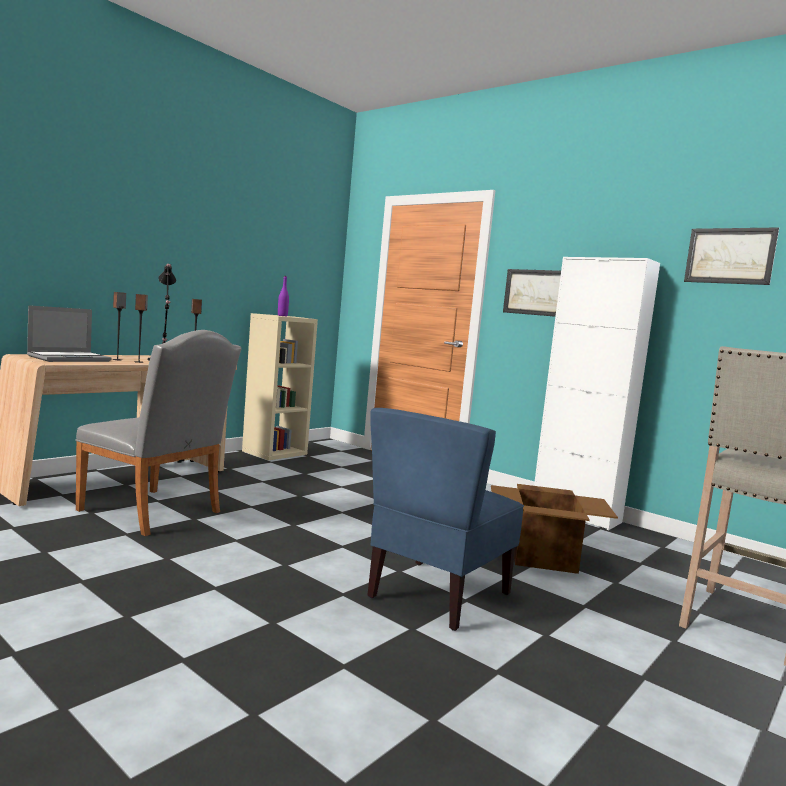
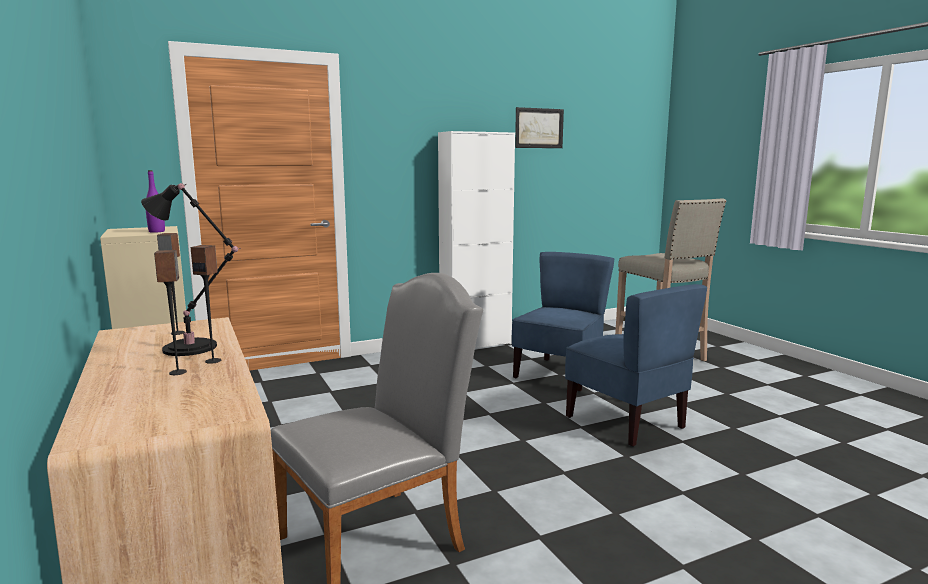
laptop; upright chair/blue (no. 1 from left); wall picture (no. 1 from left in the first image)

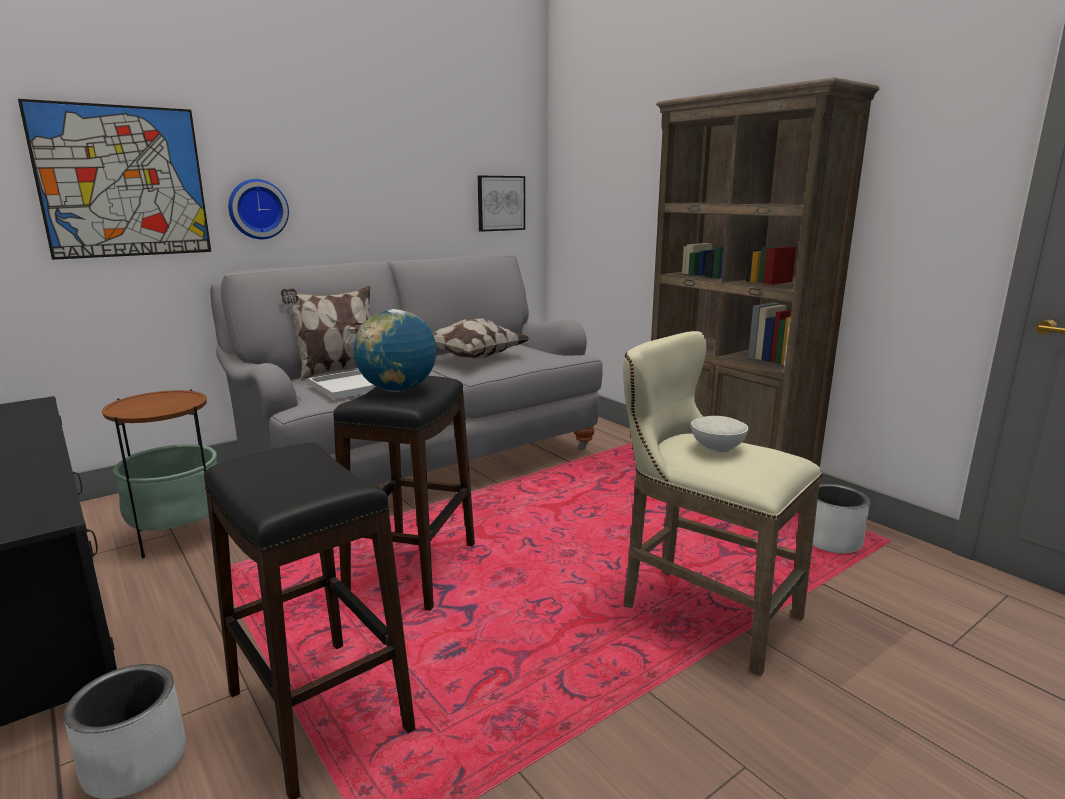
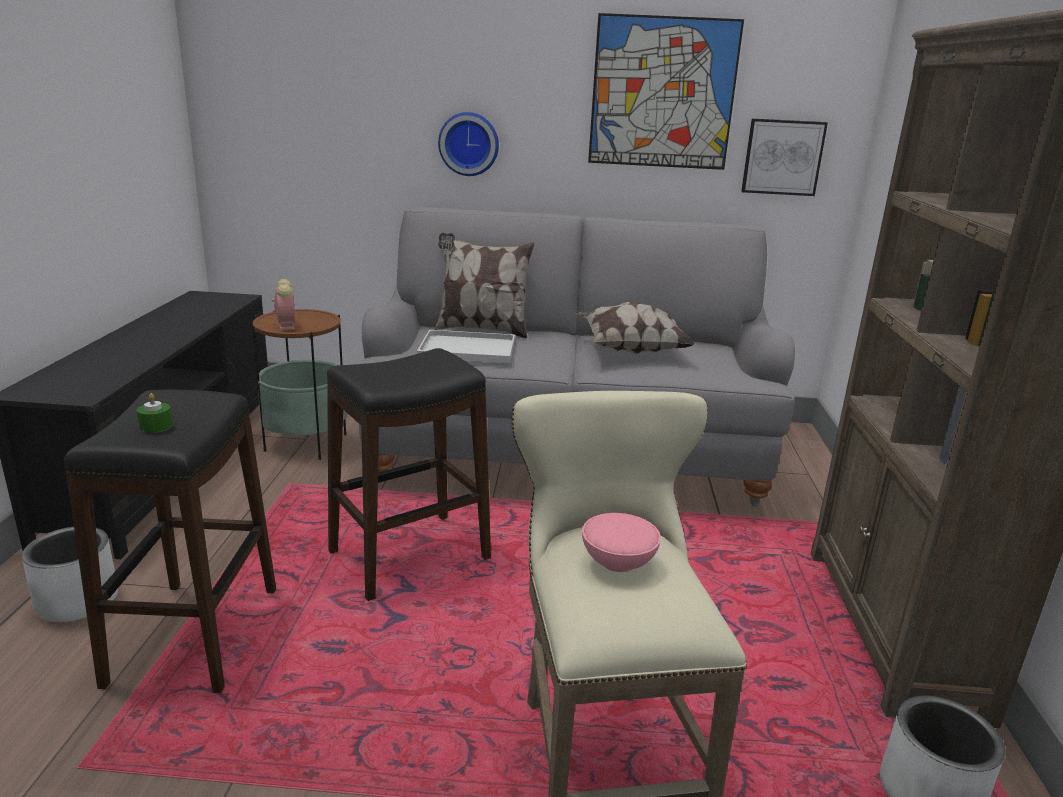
wall picture (no. 1 from left); desk globe; bowl/pink; wax light/greenish; bedside clock

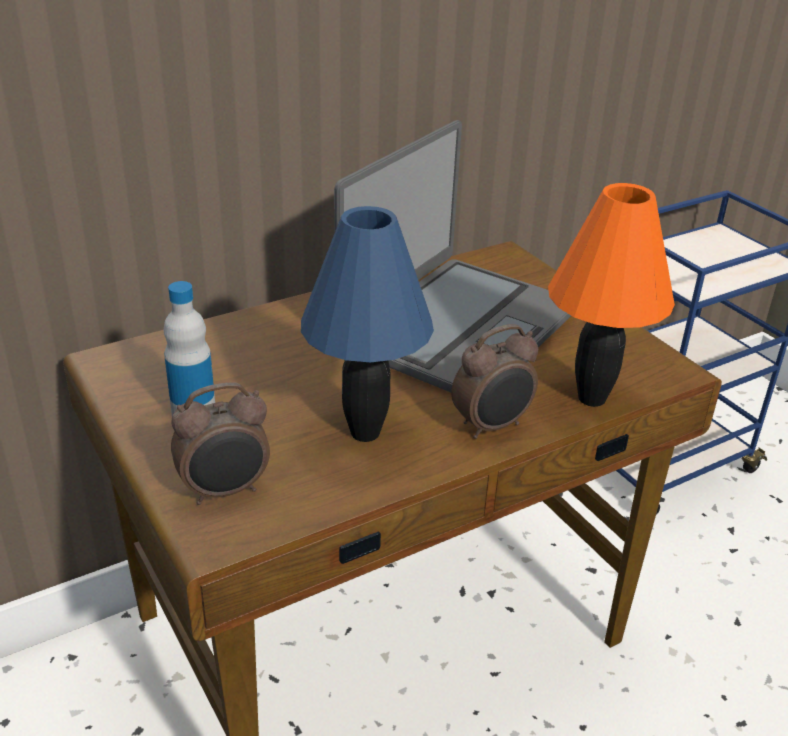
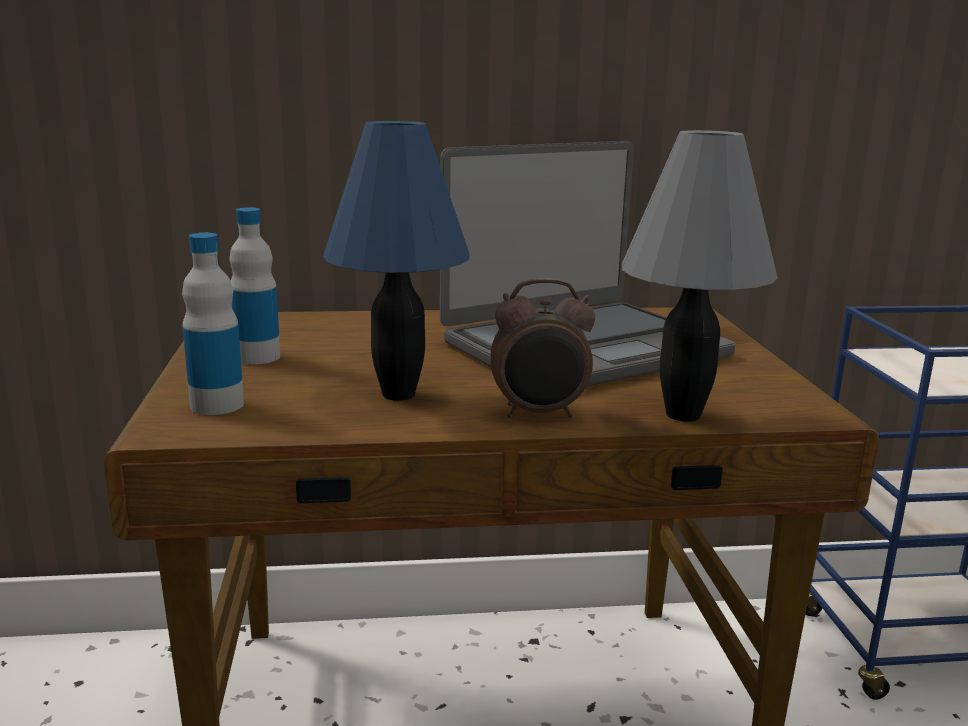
beverage bottle (no. 1 from left); lamp for a table/grey

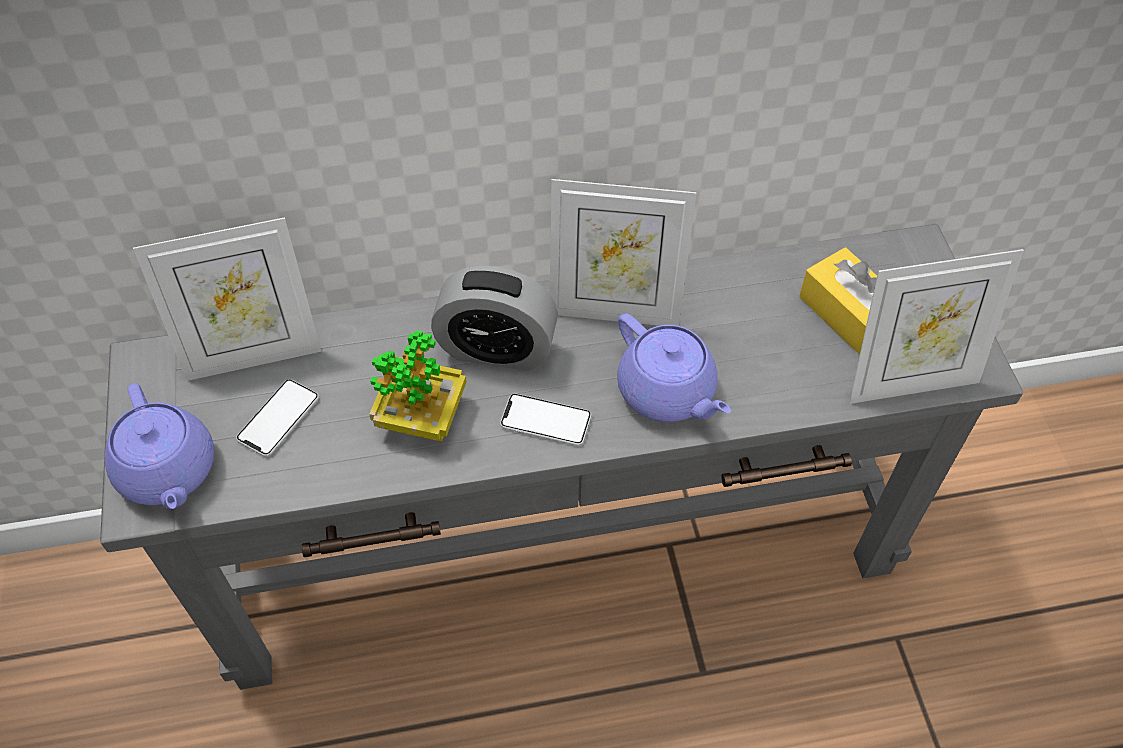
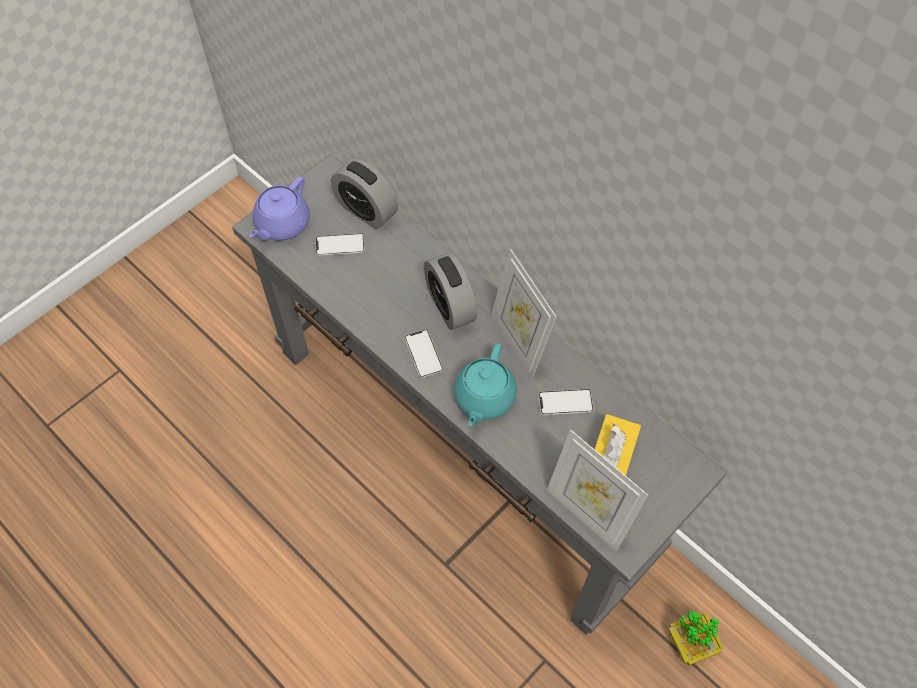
bedside clock (no. 1 from left); potted plant; teapot/blue-green; phone (no. 3 from left)

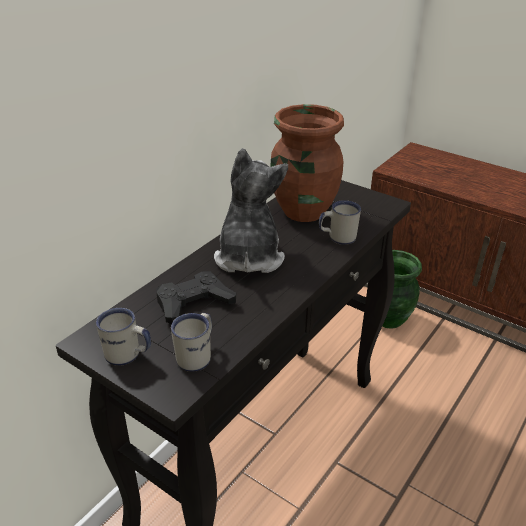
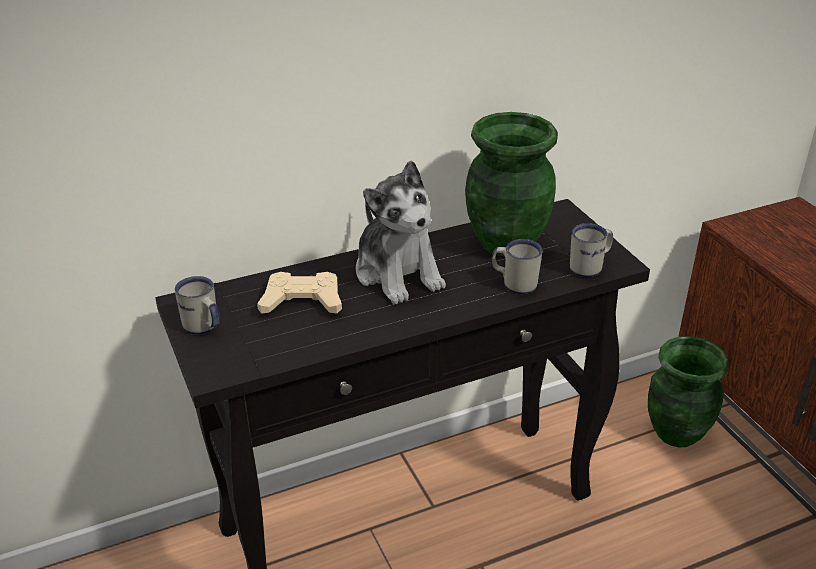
game controller/sand-coloured; tea mug/white-coloured (no. 3 from left); plush toy; flower vase/greenish (no. 1 from left)

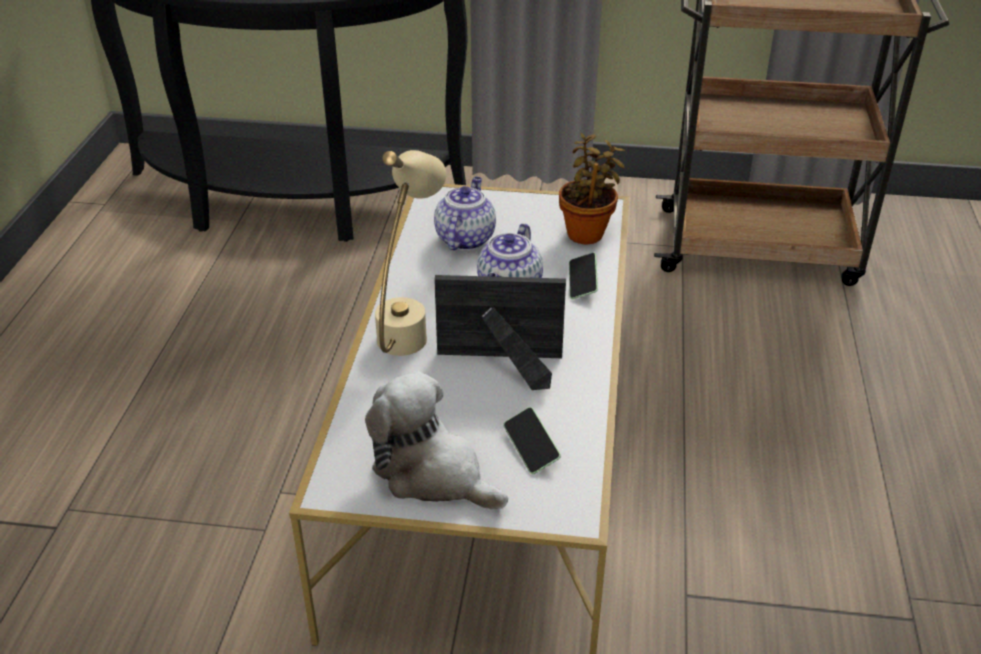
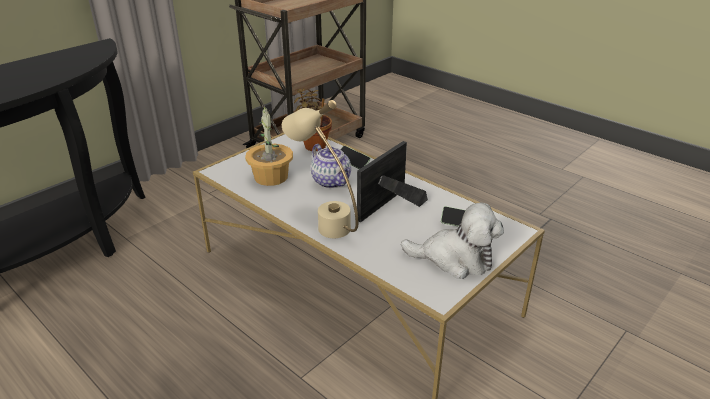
plush toy; potted plant (no. 1 from left)

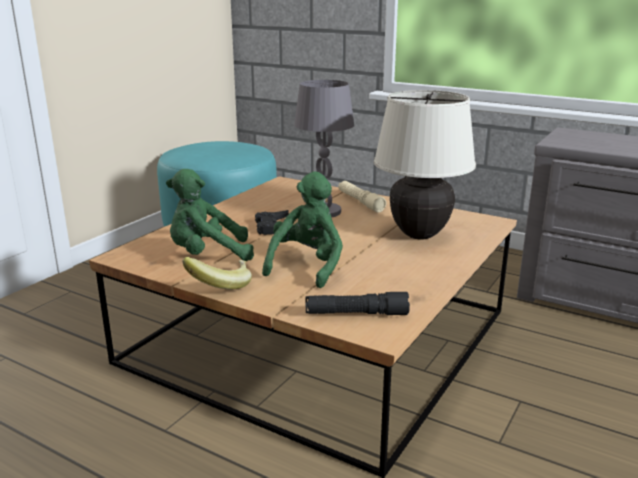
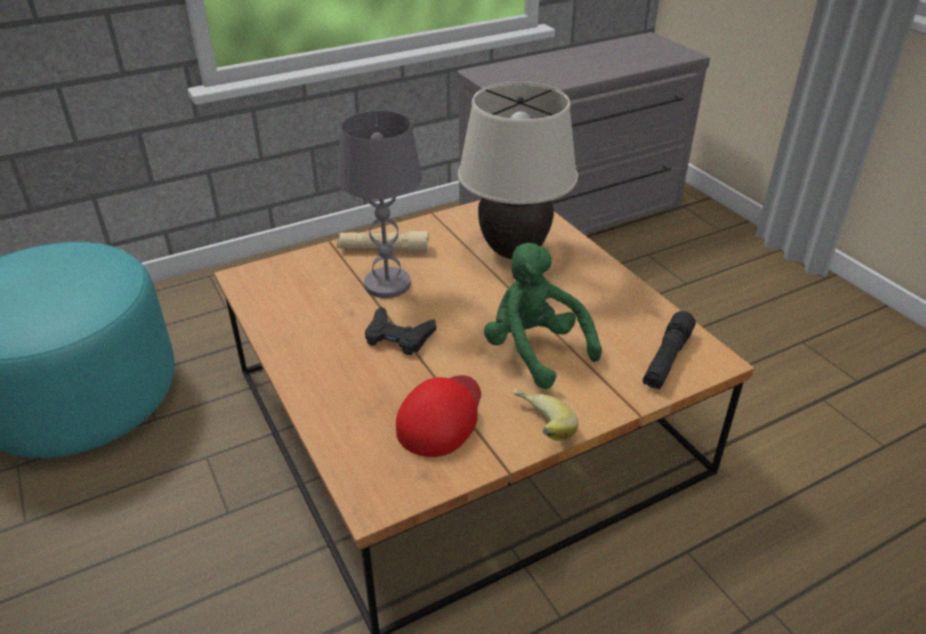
baseball cap/red

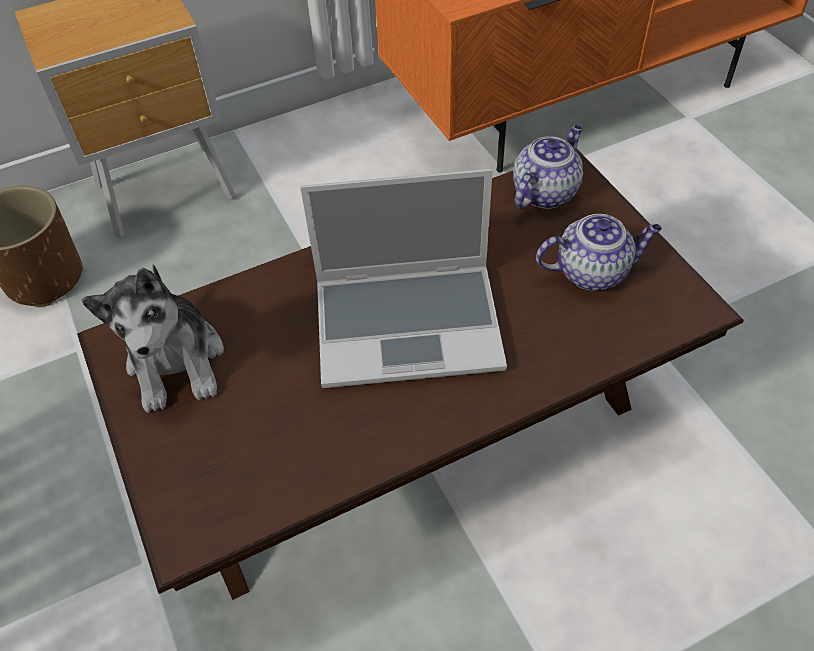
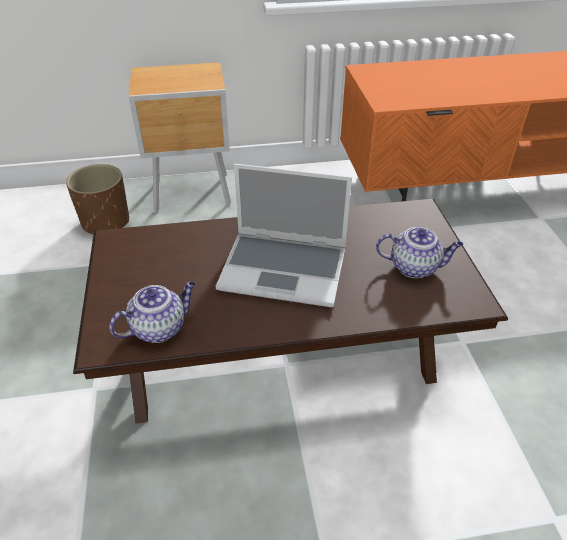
plush toy; teapot (no. 1 from left)

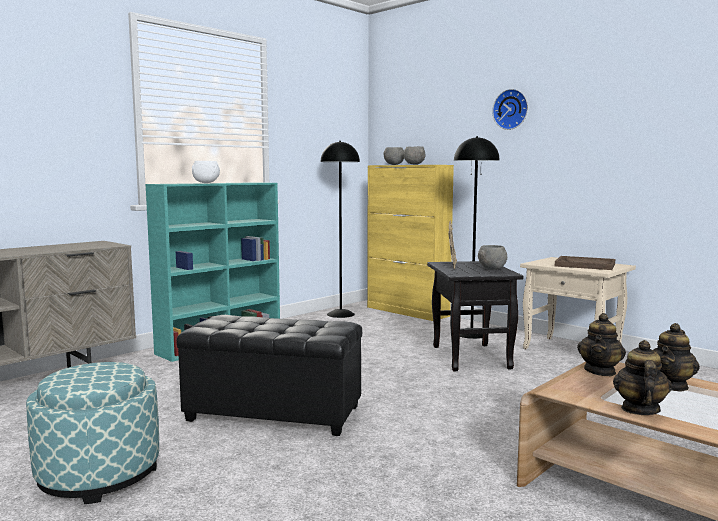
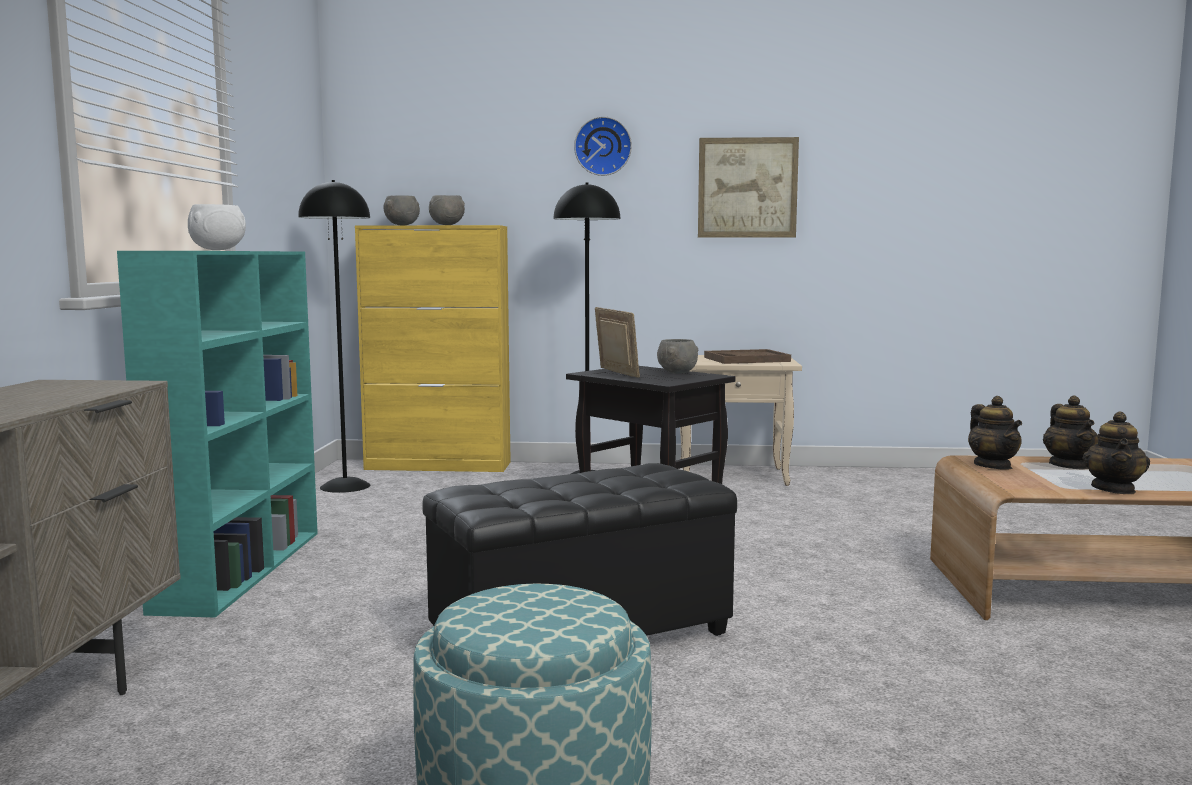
teapot (no. 3 from left); wall picture

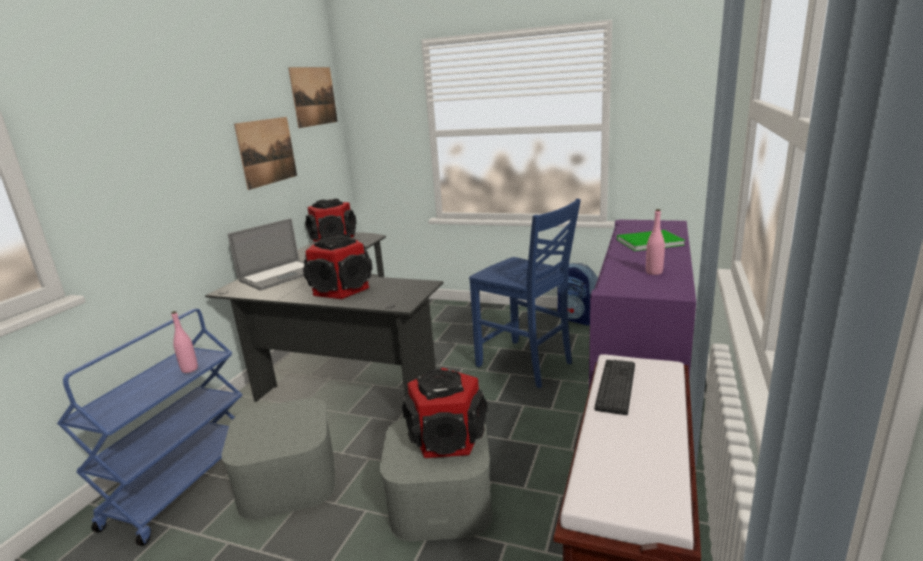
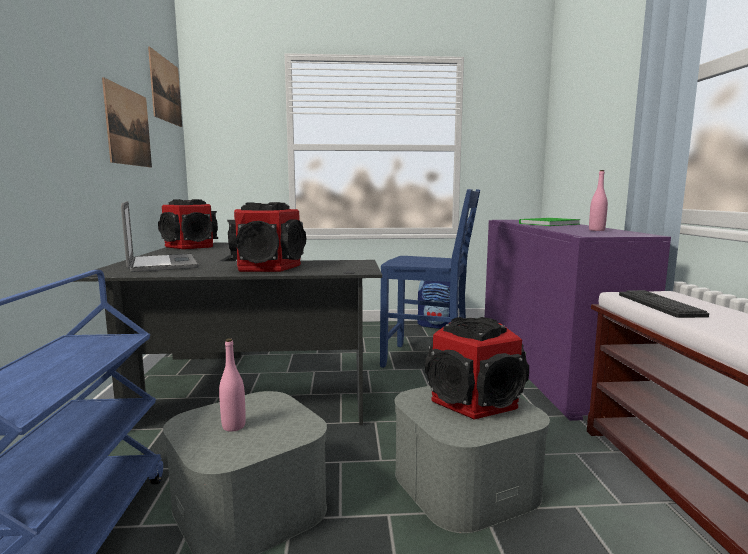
beverage bottle/pink (no. 1 from left); laptop

